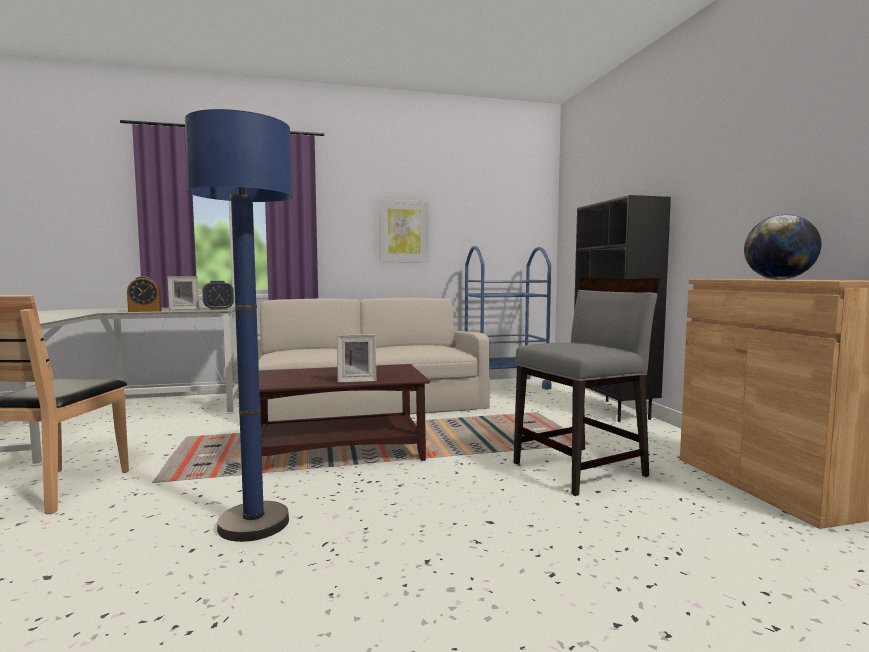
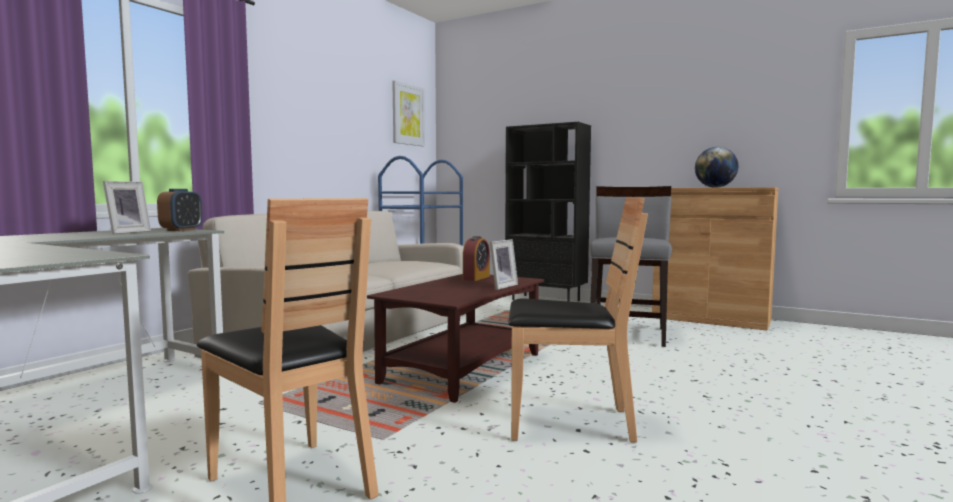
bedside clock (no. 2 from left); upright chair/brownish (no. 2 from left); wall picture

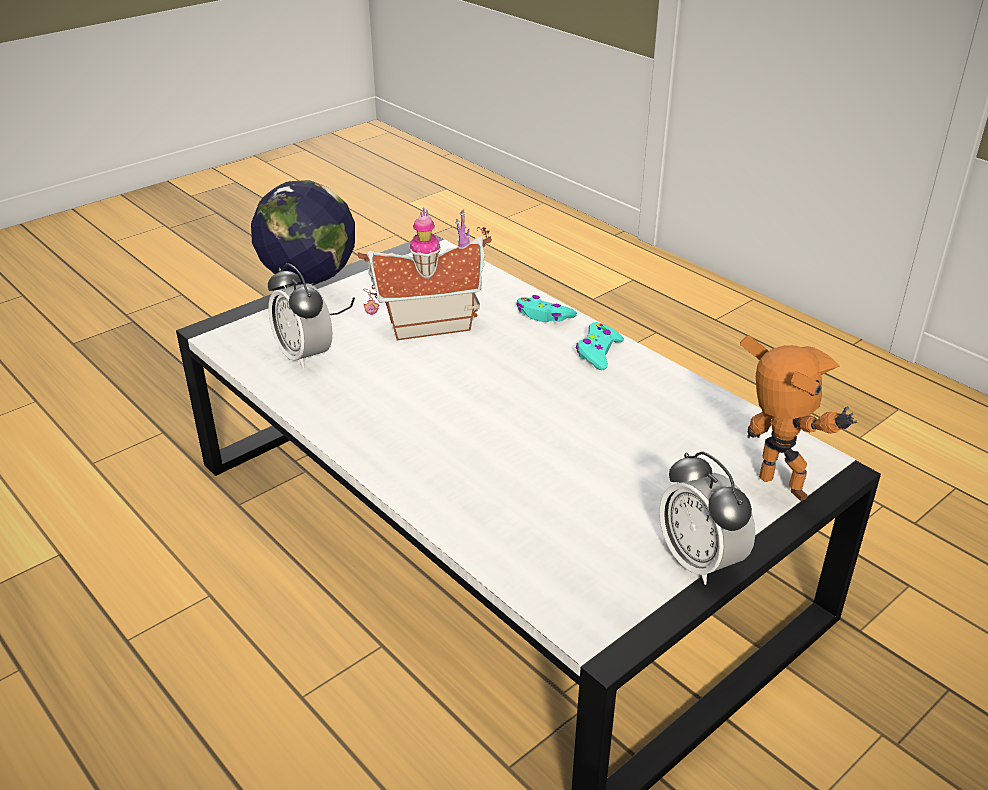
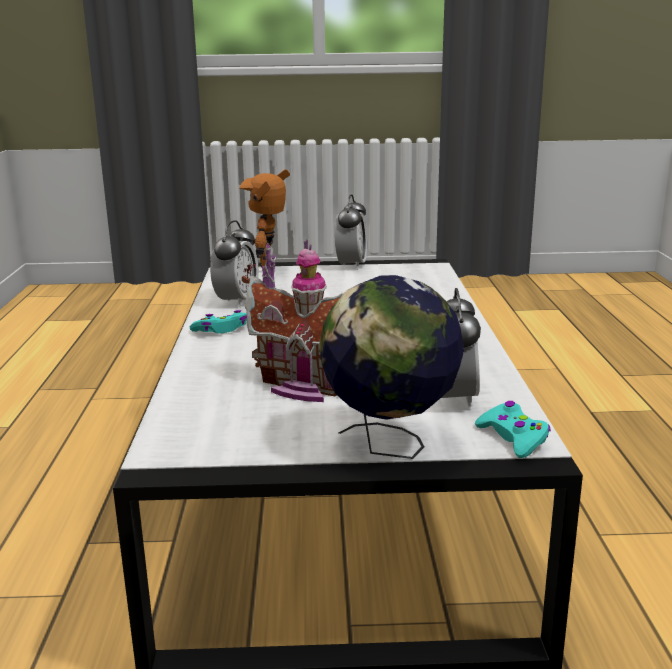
game controller/blue-green (no. 2 from left); bedside clock (no. 1 from left)

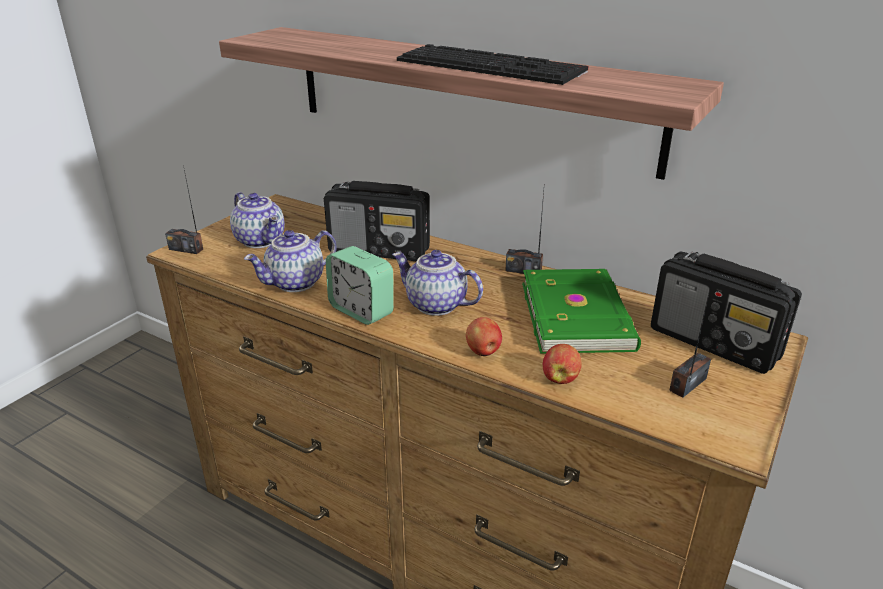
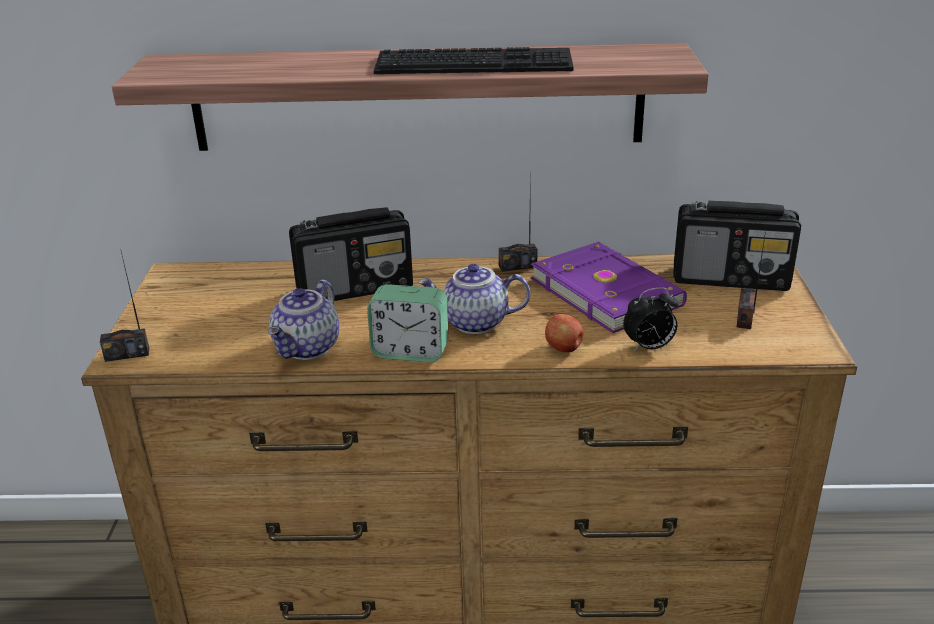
teapot (no. 1 from left in the first image); bound book/purple-coloured; bedside clock (no. 2 from left)

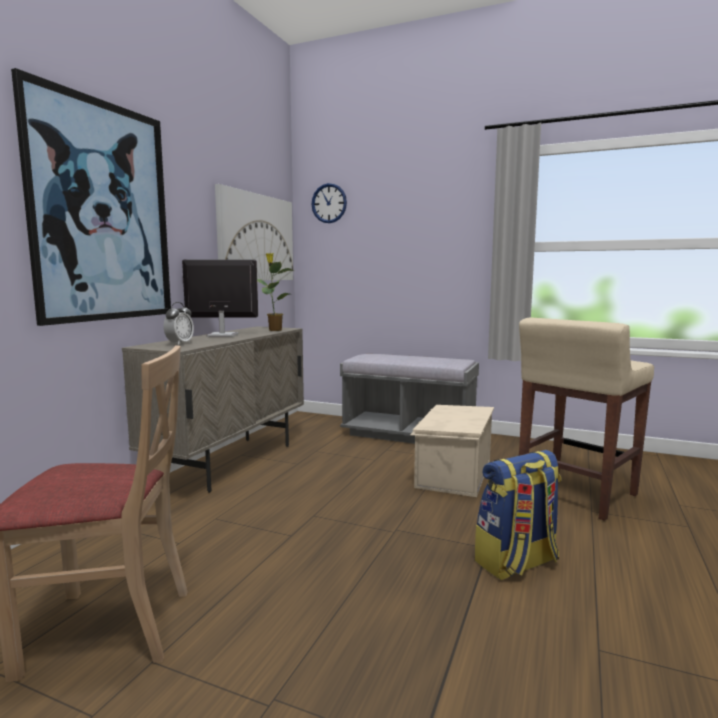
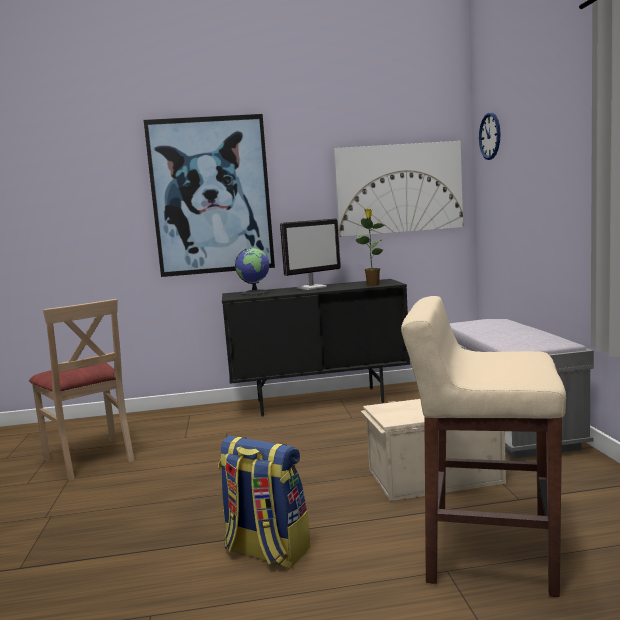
storage cabinet/black; desk globe; computer display

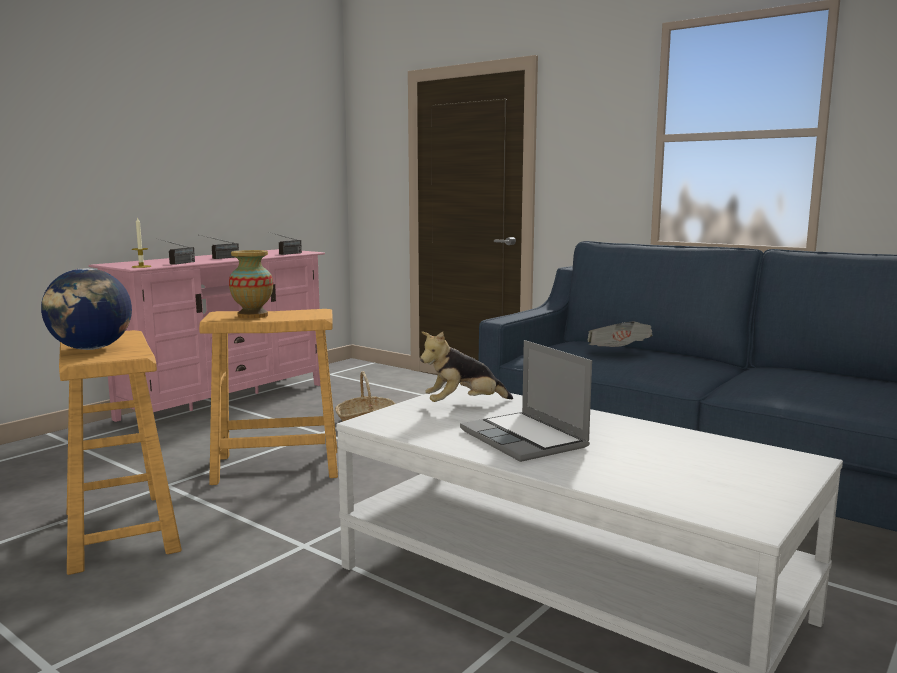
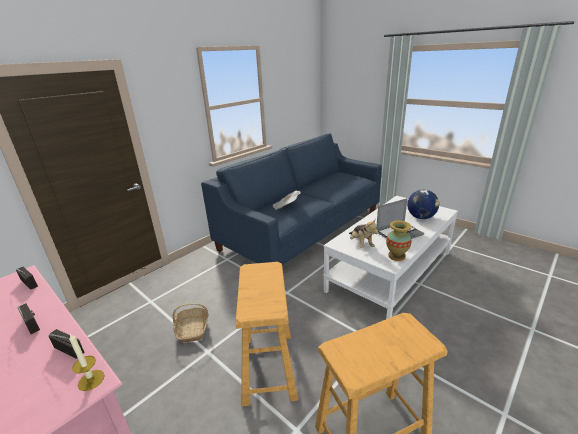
desk globe; flower vase

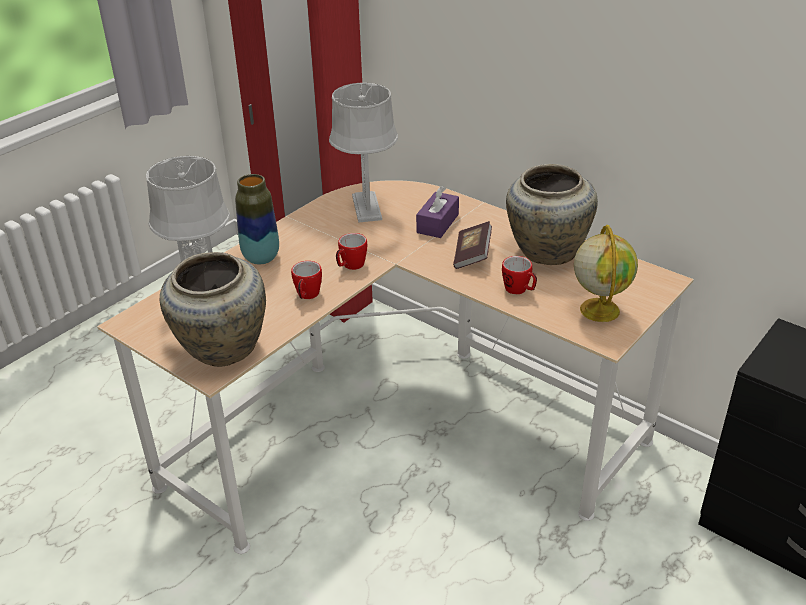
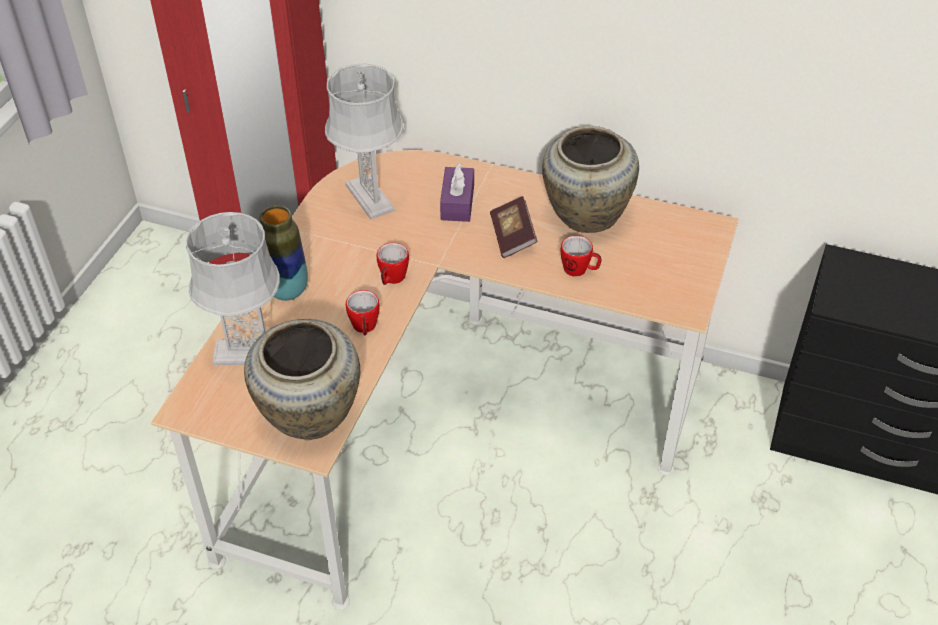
desk globe

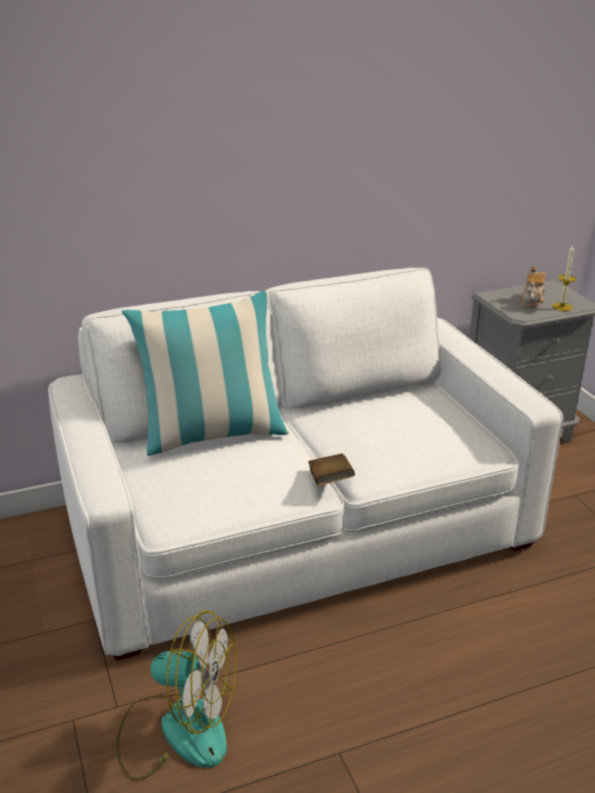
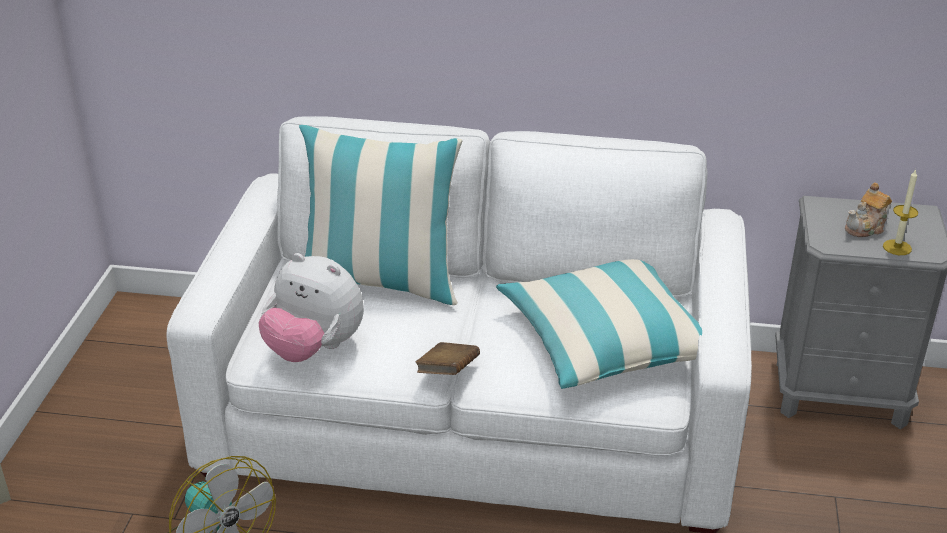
plush toy; pillow (no. 2 from left)

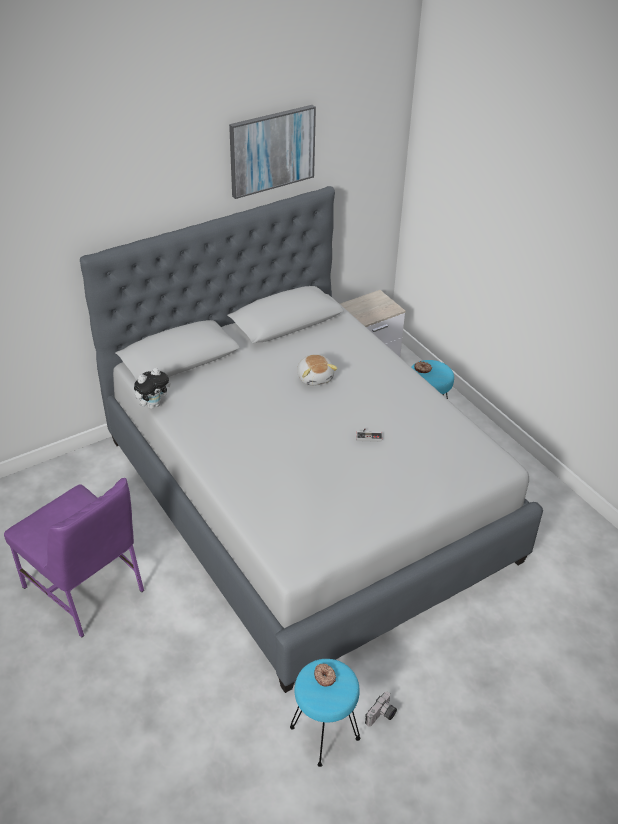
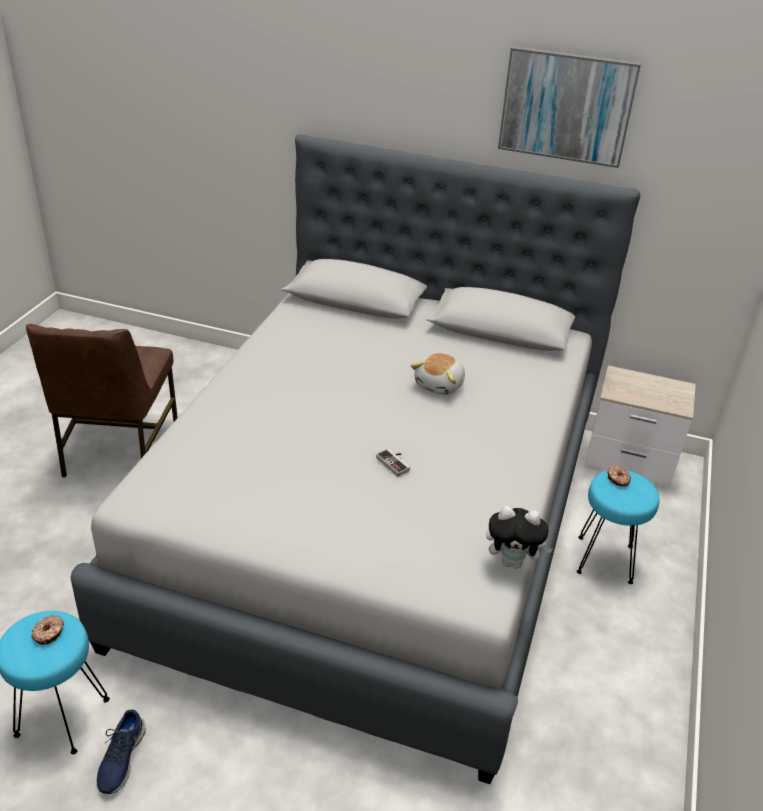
upright chair/brownish; plush toy (no. 2 from left); item of footwear/blue

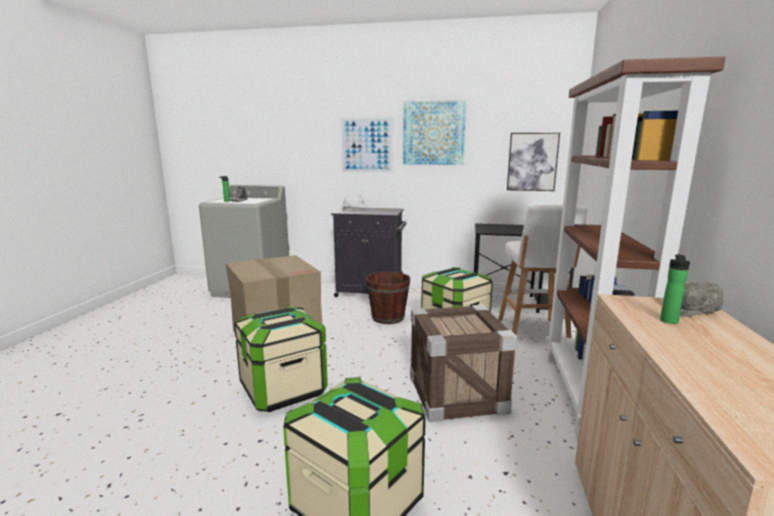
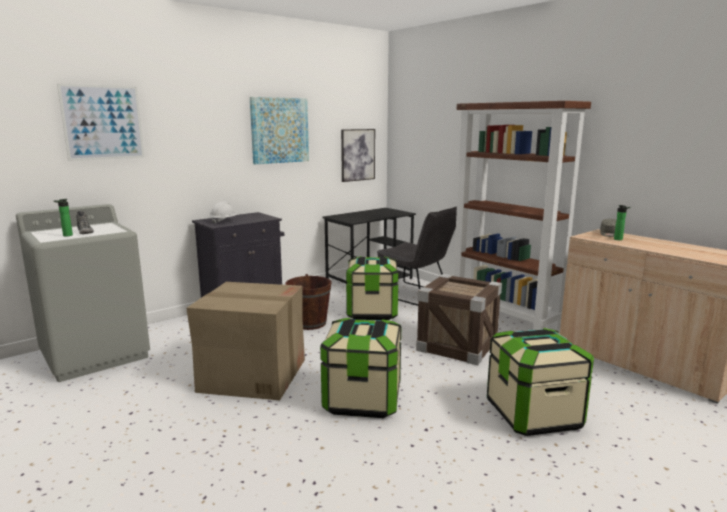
wall picture (no. 1 from left); upright chair/grey

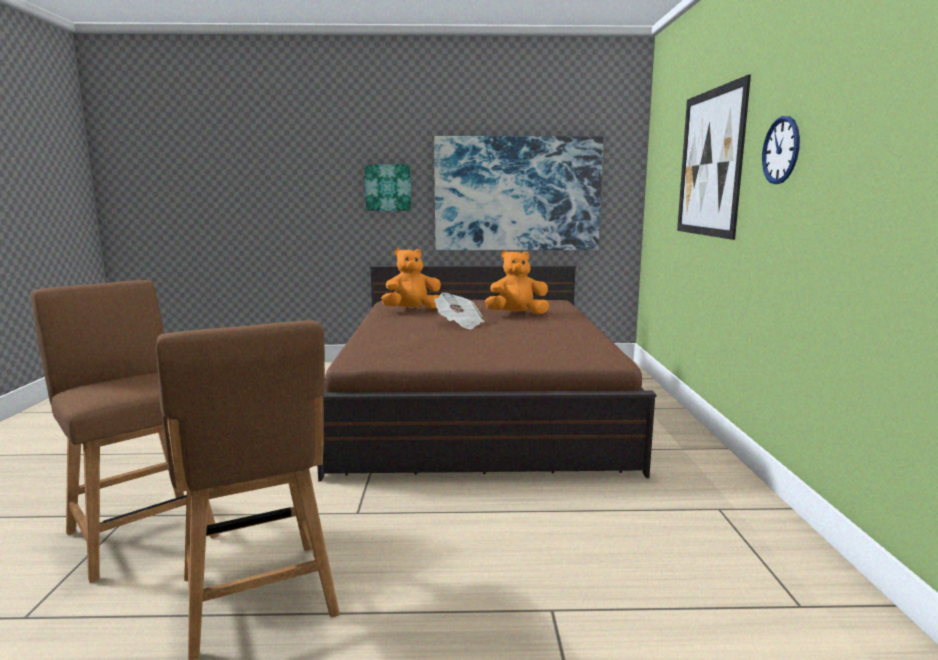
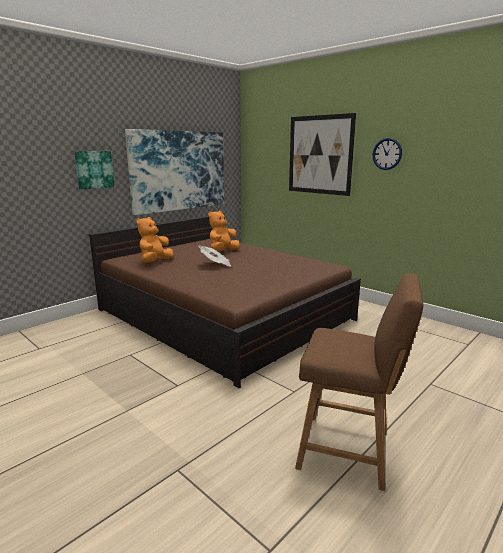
upright chair/brownish (no. 1 from left in the first image)

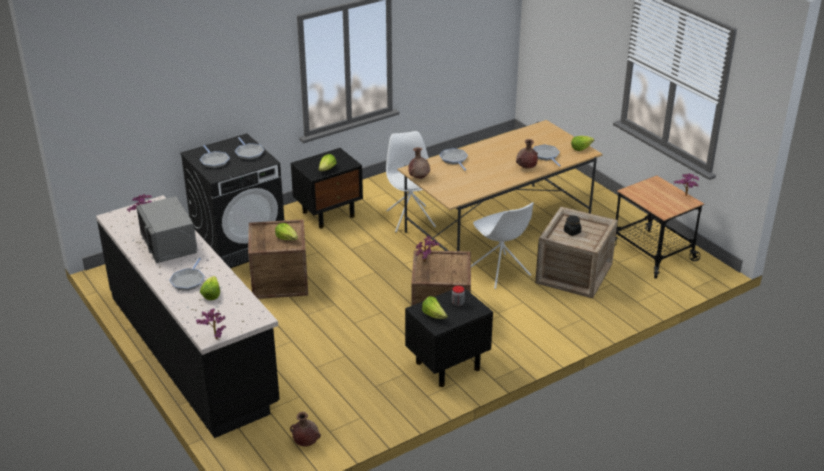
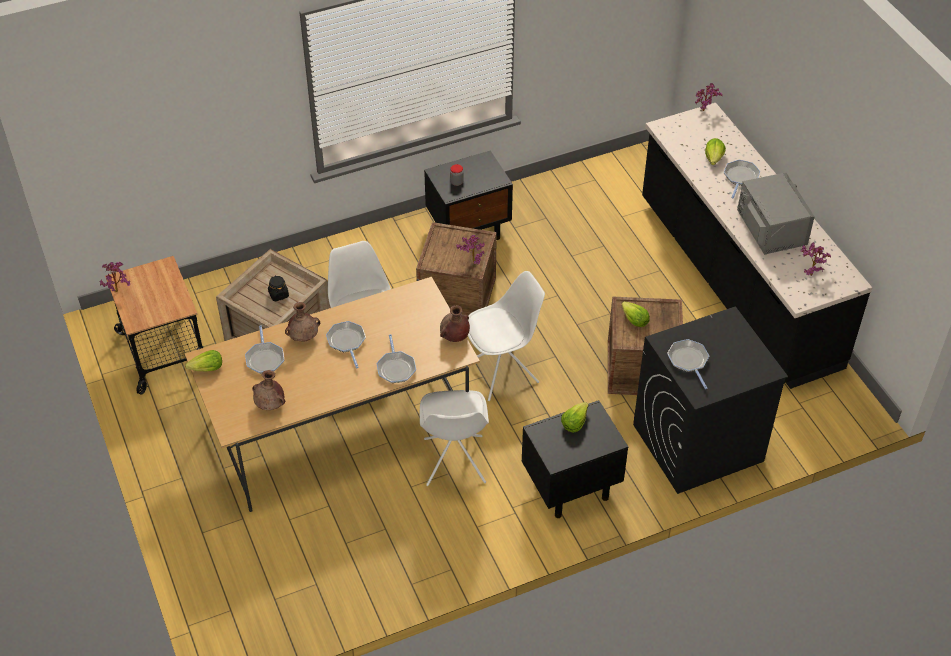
skillet (no. 2 from left); flower vase/brownish (no. 1 from left); lettuce (no. 4 from left in the first image); upright chair/white-coloured (no. 3 from left)

